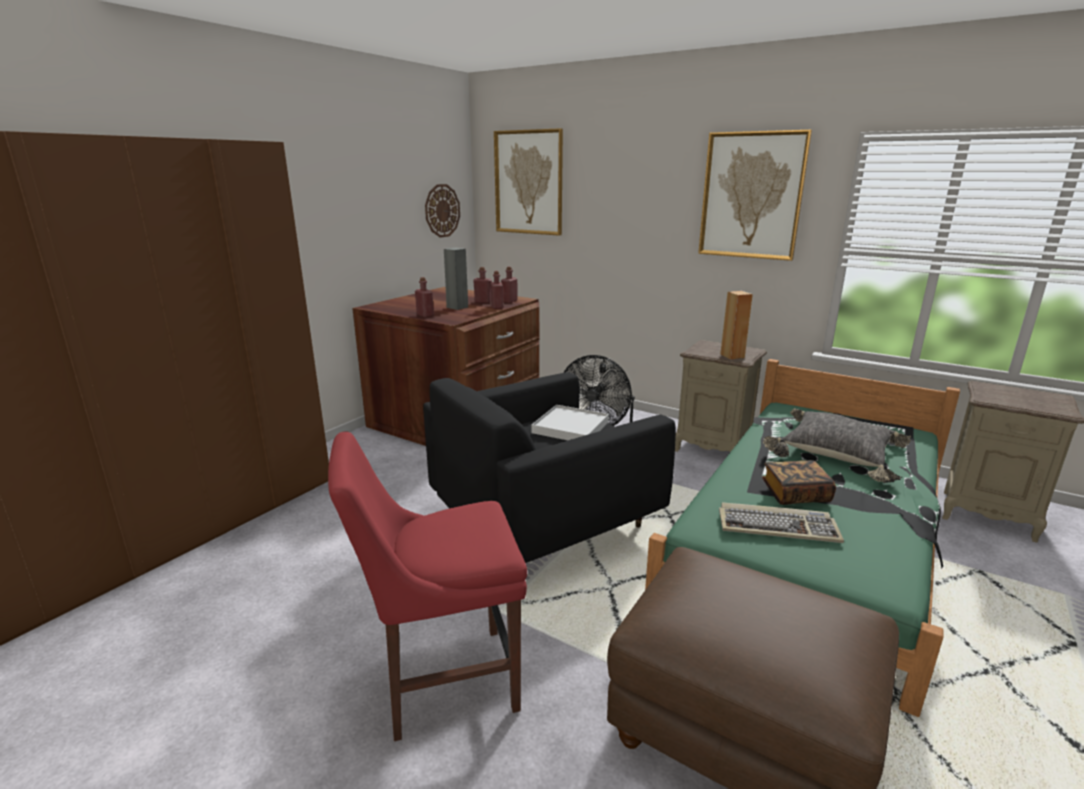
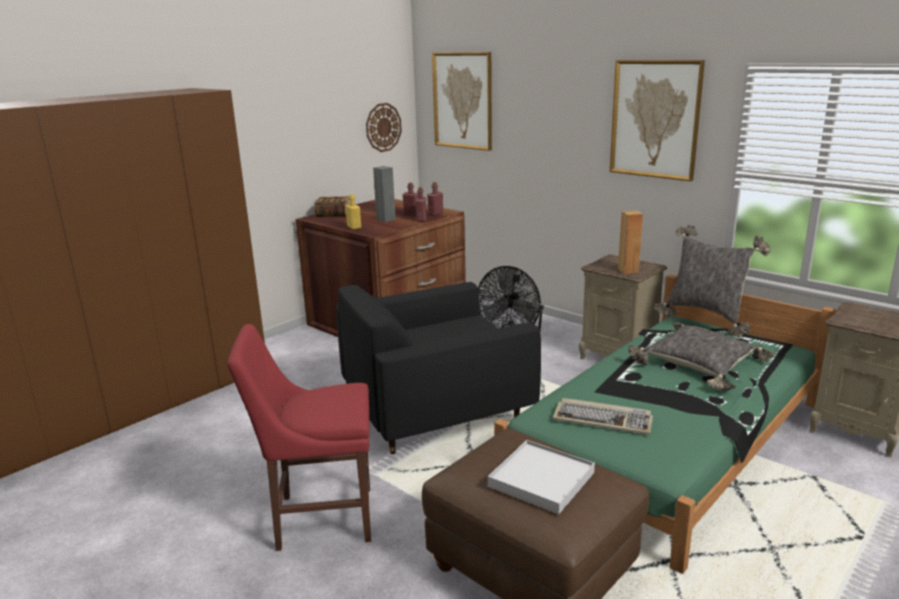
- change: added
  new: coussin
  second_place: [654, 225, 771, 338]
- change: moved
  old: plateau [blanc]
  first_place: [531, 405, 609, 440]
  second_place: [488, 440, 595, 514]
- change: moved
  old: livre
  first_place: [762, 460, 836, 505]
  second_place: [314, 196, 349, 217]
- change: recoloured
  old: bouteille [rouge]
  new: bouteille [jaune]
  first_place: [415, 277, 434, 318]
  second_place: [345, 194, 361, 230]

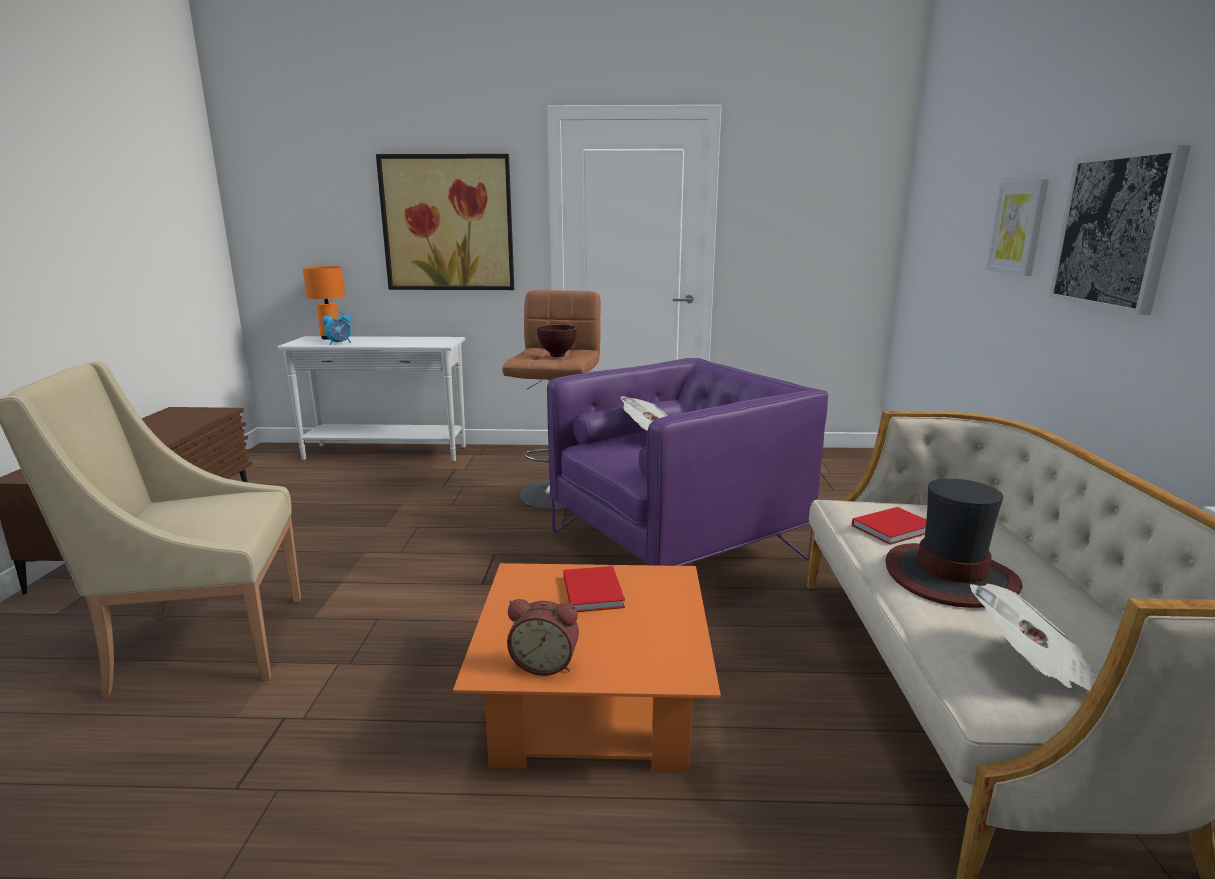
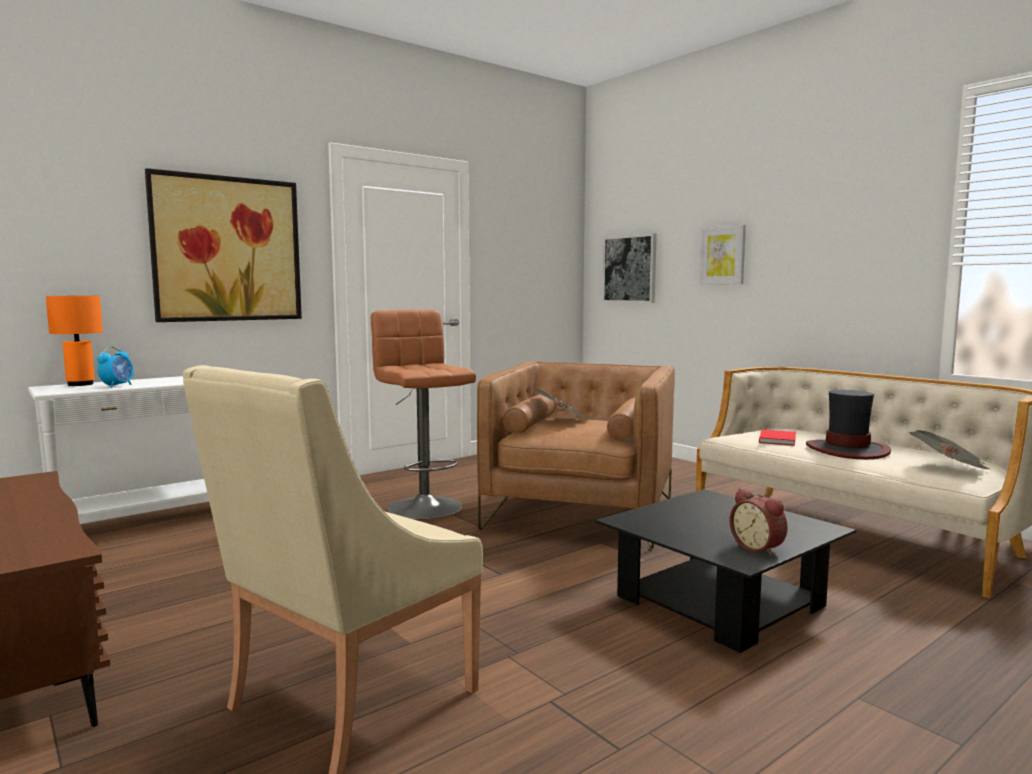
- change: removed
  old: bol [marron]
  first_place: [537, 325, 577, 357]
- change: removed
  old: livre [rouge]
  first_place: [564, 566, 625, 612]
- change: moved
  old: tableau
  first_place: [1049, 145, 1191, 315]
  second_place: [602, 233, 657, 303]
- change: recoloured
  old: table basse [orange]
  new: table basse [noir]
  first_place: [453, 563, 721, 773]
  second_place: [595, 489, 856, 653]
- change: recoloured
  old: fauteuil [violet]
  new: fauteuil [marron]
  first_place: [547, 358, 828, 566]
  second_place: [477, 361, 675, 549]
- change: turned
  old: réveil
  first_place: [507, 599, 579, 676]
  second_place: [729, 488, 788, 556]
  degrees: 90

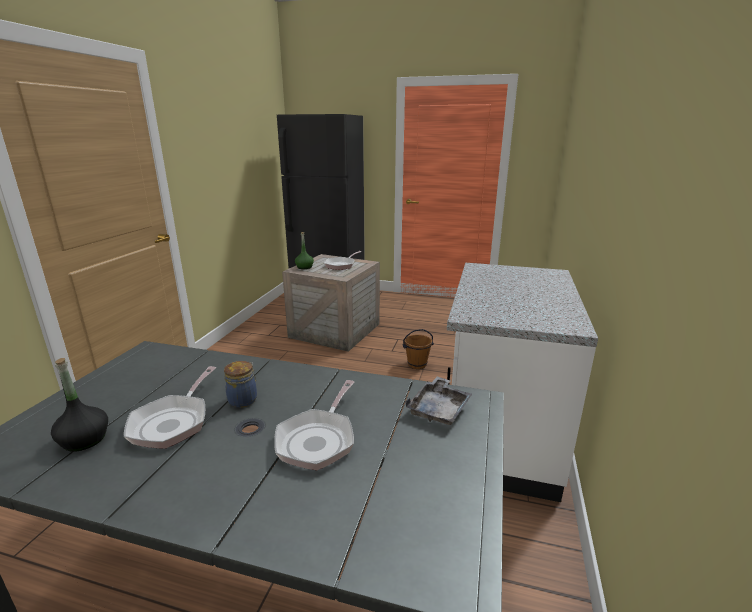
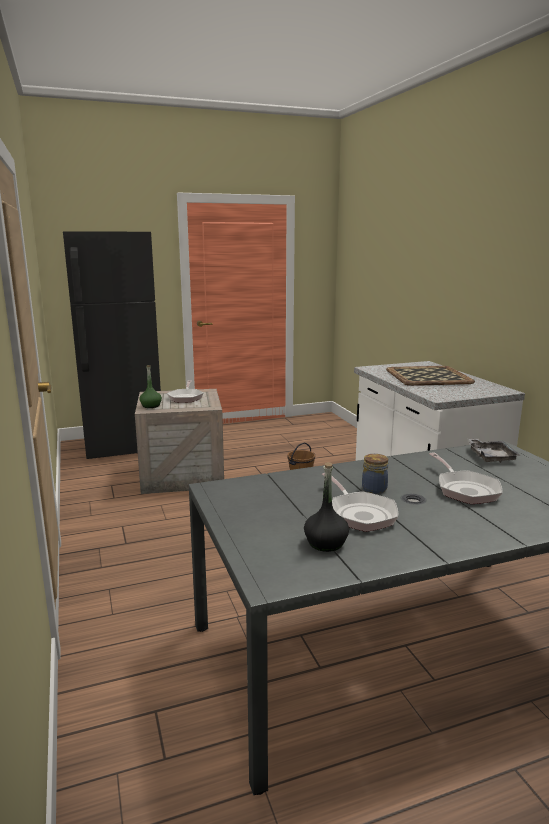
- change: added
  new: plateau
  second_place: [386, 366, 475, 386]

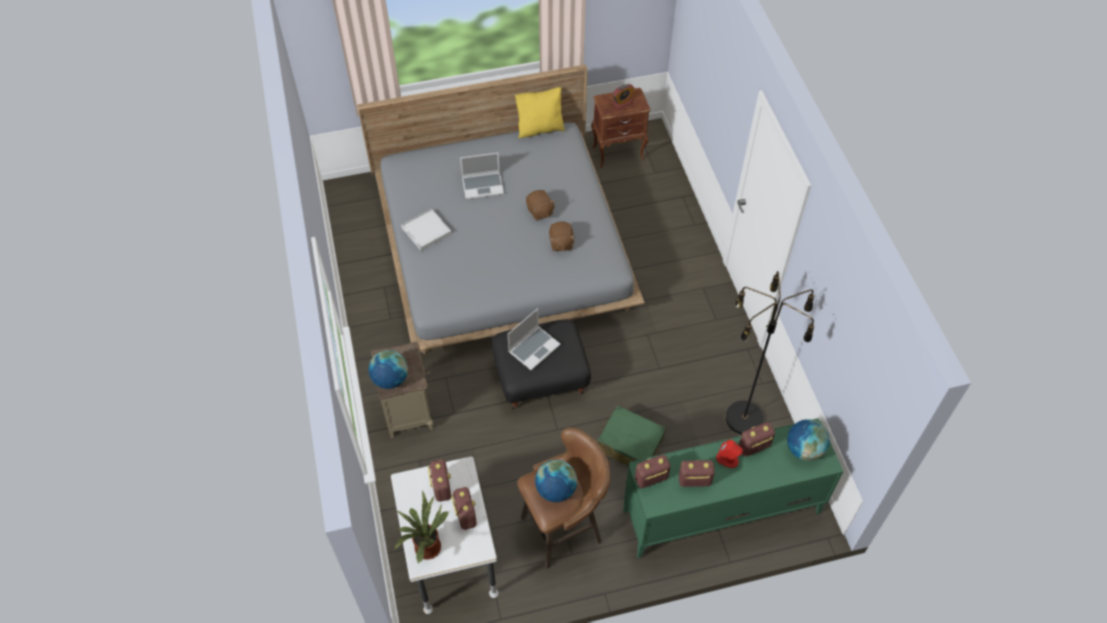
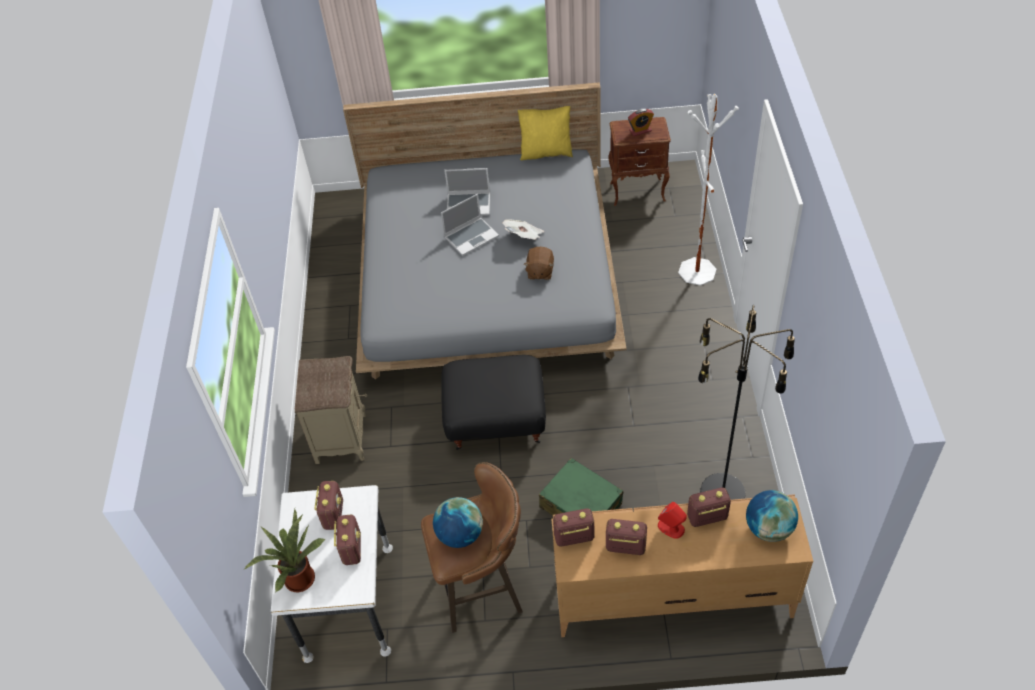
- change: removed
  old: globe
  first_place: [369, 350, 408, 389]
- change: removed
  old: plateau [blanc]
  first_place: [401, 208, 451, 251]
- change: added
  new: portant [blanc]
  second_place: [678, 94, 739, 286]
- change: moved
  old: ordinateur portable
  first_place: [508, 308, 561, 370]
  second_place: [441, 194, 499, 256]
- change: replaced
  old: peluche [marron]
  new: journal
  first_place: [526, 190, 555, 221]
  second_place: [503, 219, 544, 240]
- change: recoloured
  old: commode [vert]
  new: commode [marron]
  first_place: [623, 418, 844, 559]
  second_place: [551, 494, 813, 637]

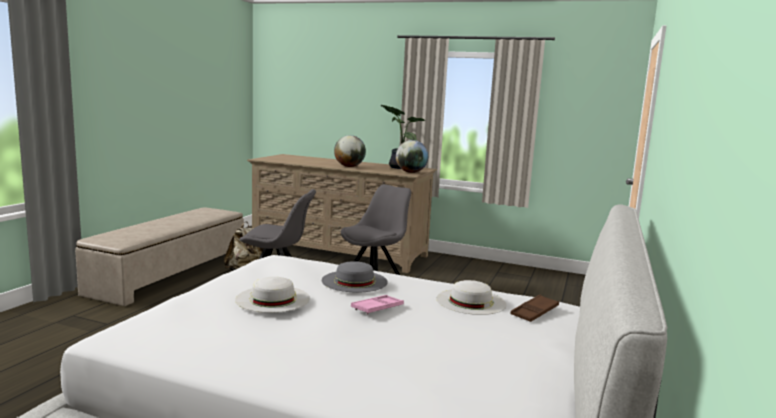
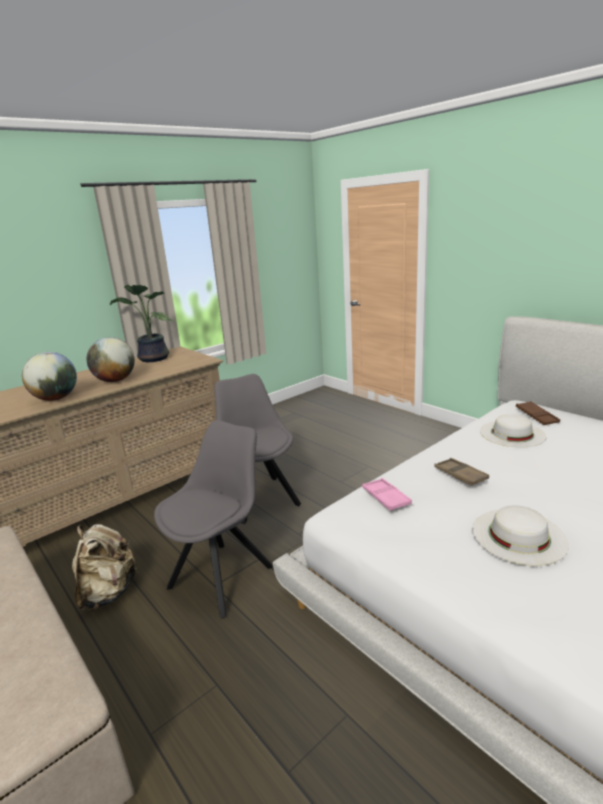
- change: moved
  old: plateau [rose]
  first_place: [351, 295, 404, 314]
  second_place: [362, 478, 412, 511]
- change: moved
  old: globe
  first_place: [396, 140, 428, 173]
  second_place: [22, 352, 77, 401]
- change: replaced
  old: chapeau [gris]
  new: plateau [marron]
  first_place: [322, 261, 388, 293]
  second_place: [434, 458, 489, 486]

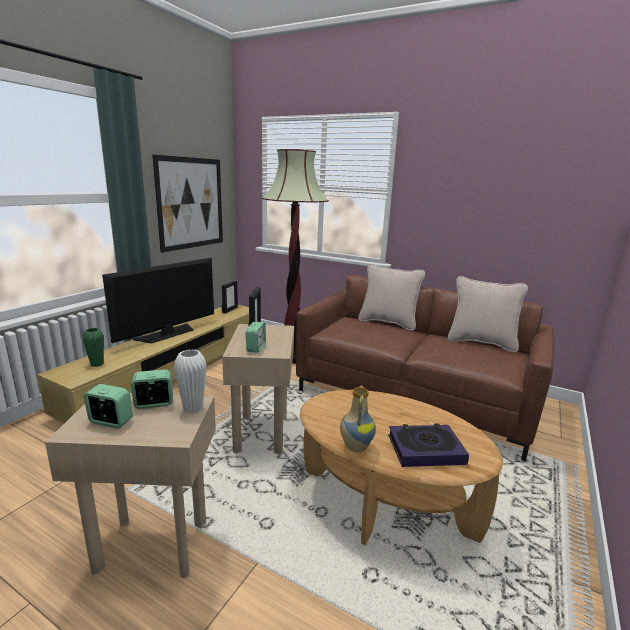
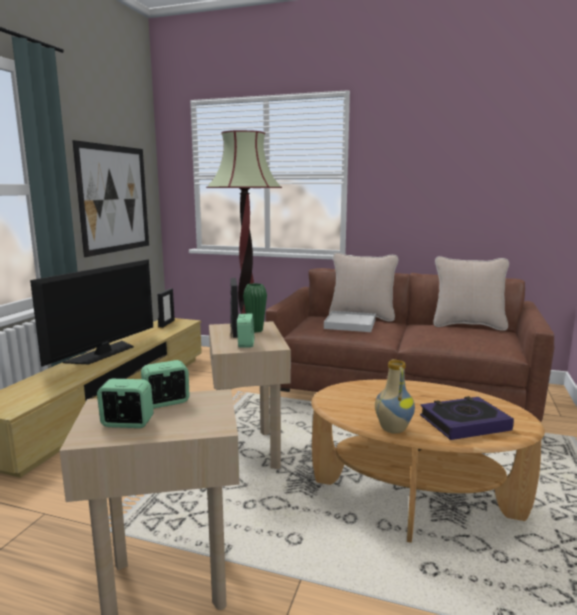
- change: removed
  old: vase [blanc]
  first_place: [174, 349, 207, 413]
- change: added
  new: plateau [blanc]
  second_place: [324, 311, 376, 332]
- change: moved
  old: vase [vert]
  first_place: [83, 328, 104, 367]
  second_place: [243, 283, 267, 333]

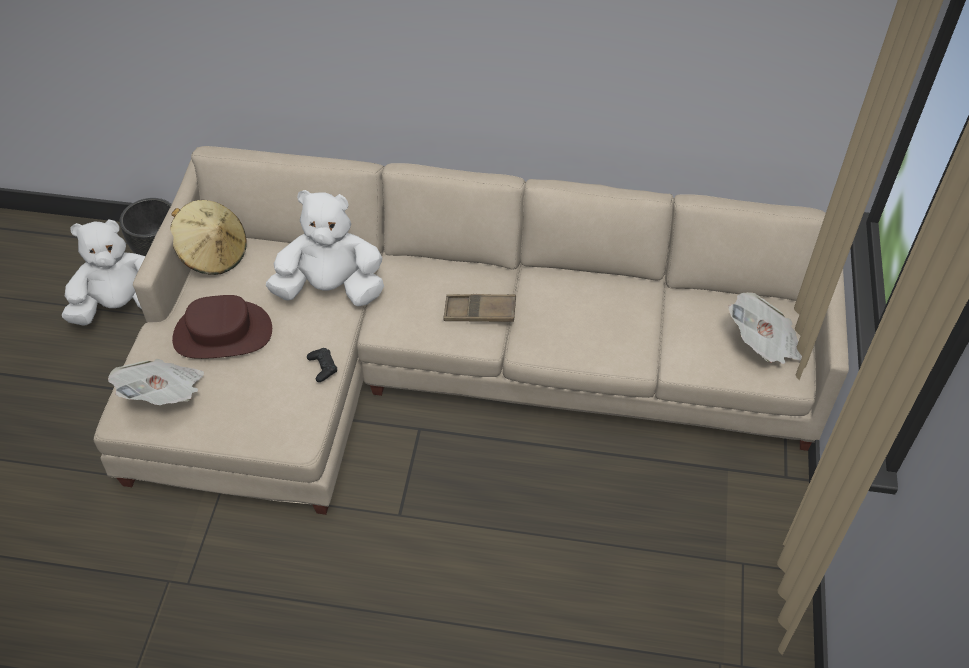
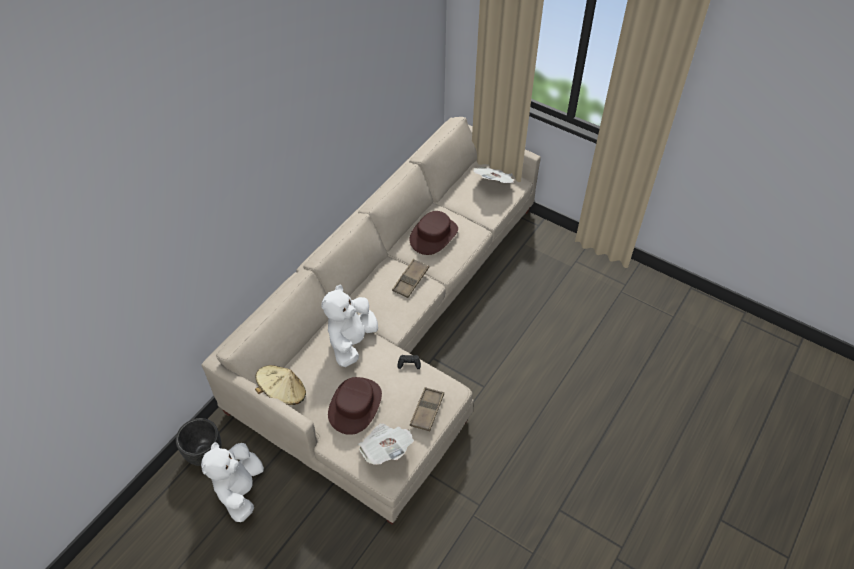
- change: added
  new: chapeau [marron]
  second_place: [410, 211, 458, 255]
- change: added
  new: plateau [marron]
  second_place: [410, 387, 444, 431]

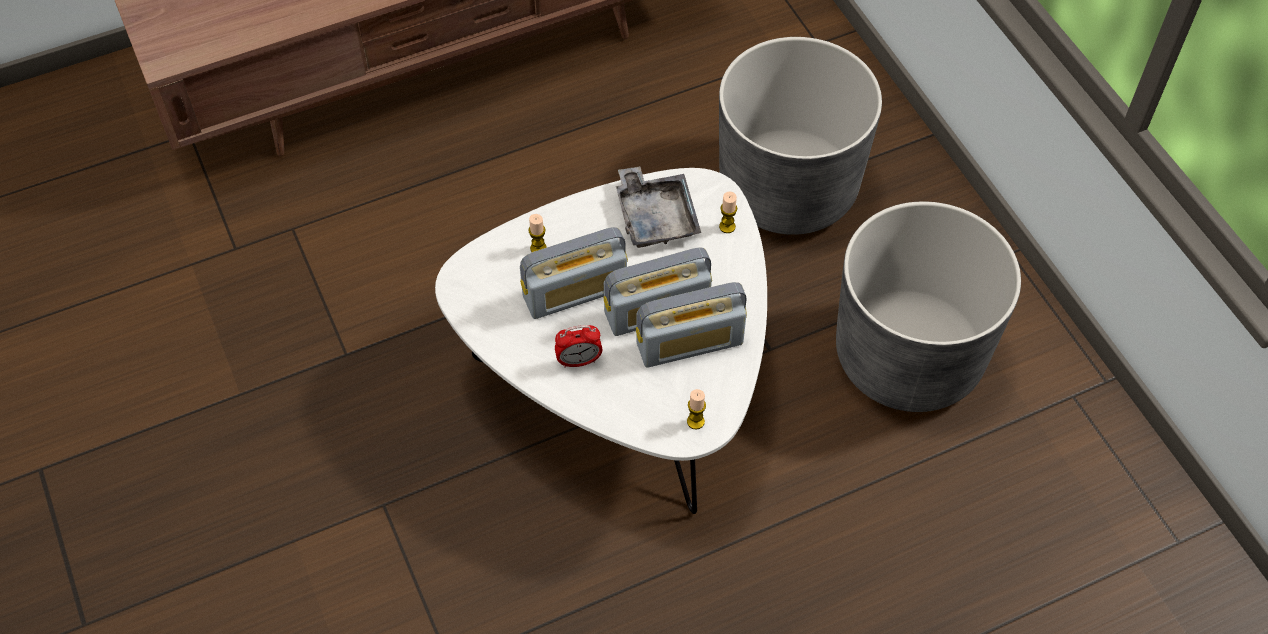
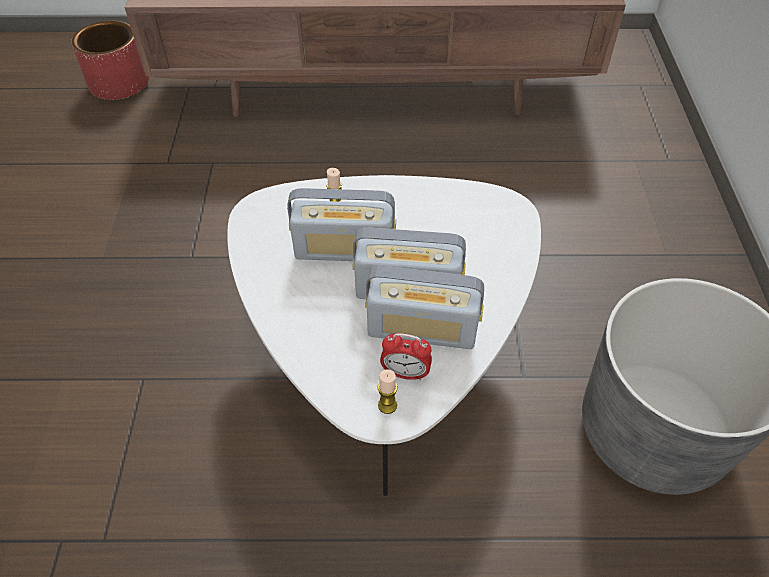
- change: removed
  old: plateau [gris]
  first_place: [616, 166, 701, 248]
- change: removed
  old: cache-pot [gris]
  first_place: [719, 37, 882, 235]
- change: removed
  old: bougie
  first_place: [719, 191, 737, 233]
- change: added
  new: cache-pot [rouge]
  second_place: [71, 20, 149, 100]
- change: moved
  old: réveil
  first_place: [555, 325, 602, 368]
  second_place: [380, 333, 432, 381]

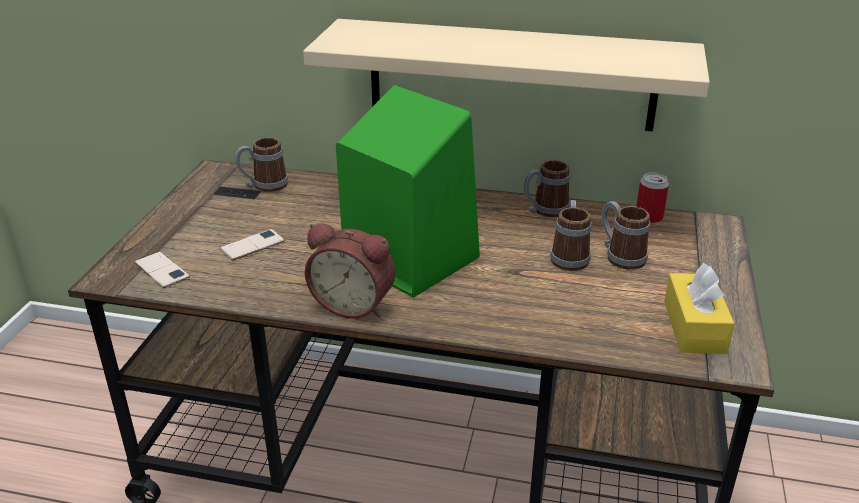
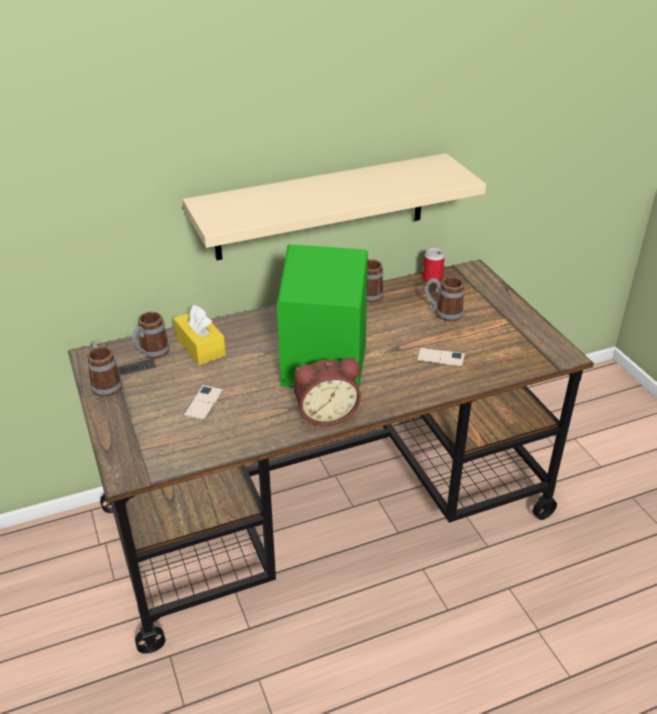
- change: moved
  old: téléphone
  first_place: [135, 251, 190, 288]
  second_place: [417, 347, 465, 367]
- change: moved
  old: mug
  first_place: [550, 200, 592, 271]
  second_place: [87, 341, 123, 397]
- change: moved
  old: boîte à mouchoirs [jaune]
  first_place: [664, 263, 735, 354]
  second_place: [173, 305, 226, 365]

